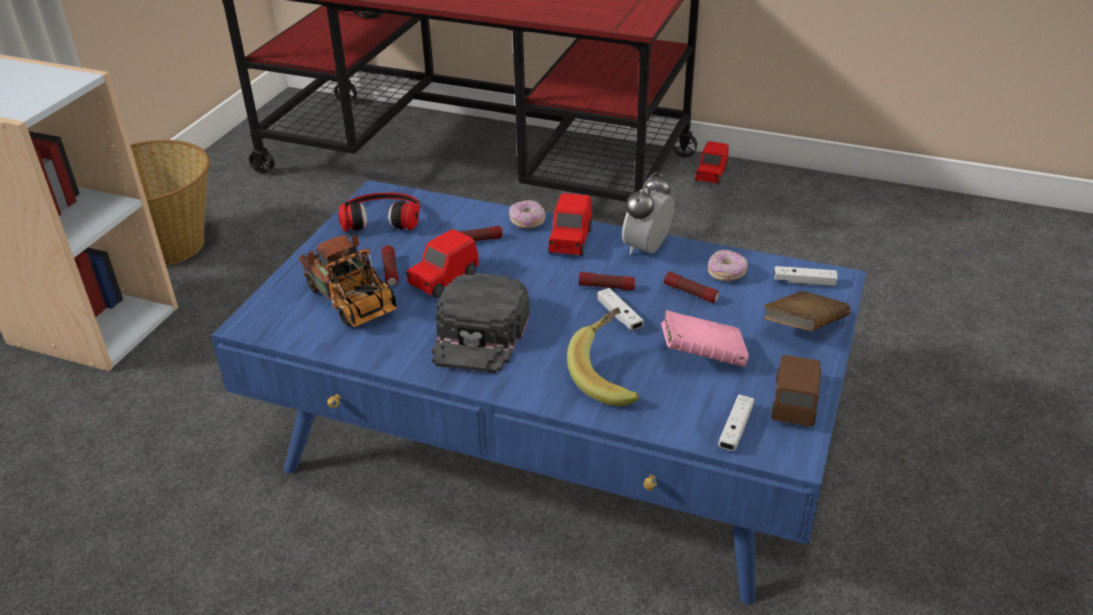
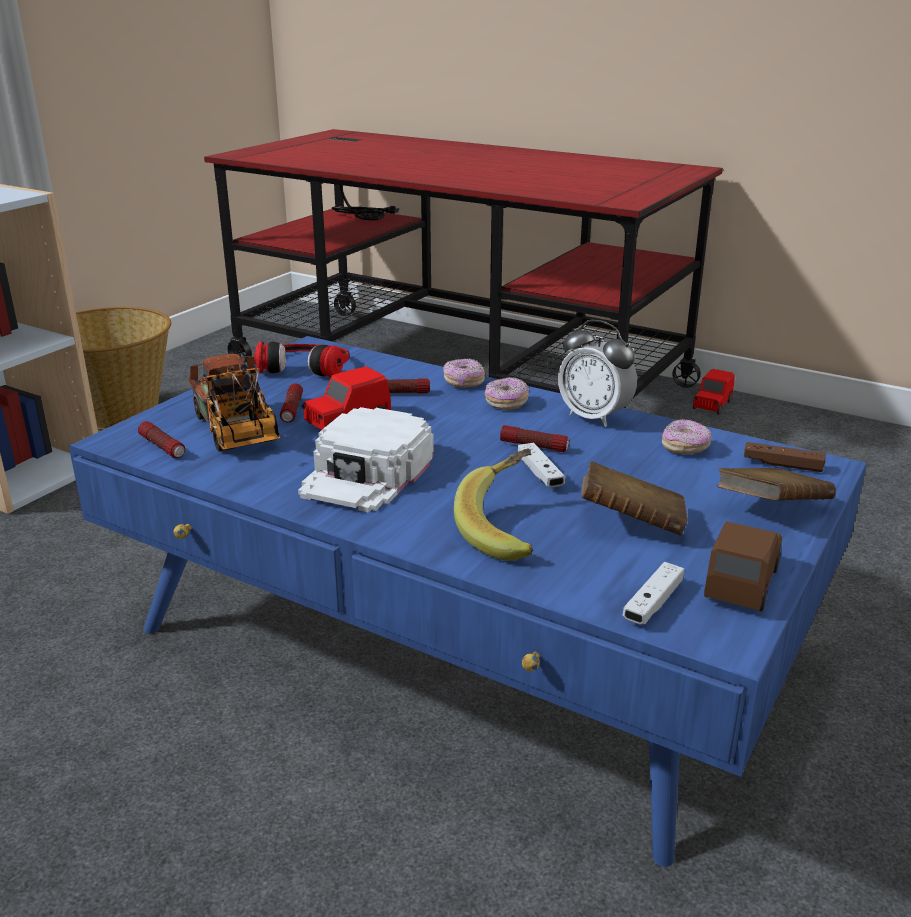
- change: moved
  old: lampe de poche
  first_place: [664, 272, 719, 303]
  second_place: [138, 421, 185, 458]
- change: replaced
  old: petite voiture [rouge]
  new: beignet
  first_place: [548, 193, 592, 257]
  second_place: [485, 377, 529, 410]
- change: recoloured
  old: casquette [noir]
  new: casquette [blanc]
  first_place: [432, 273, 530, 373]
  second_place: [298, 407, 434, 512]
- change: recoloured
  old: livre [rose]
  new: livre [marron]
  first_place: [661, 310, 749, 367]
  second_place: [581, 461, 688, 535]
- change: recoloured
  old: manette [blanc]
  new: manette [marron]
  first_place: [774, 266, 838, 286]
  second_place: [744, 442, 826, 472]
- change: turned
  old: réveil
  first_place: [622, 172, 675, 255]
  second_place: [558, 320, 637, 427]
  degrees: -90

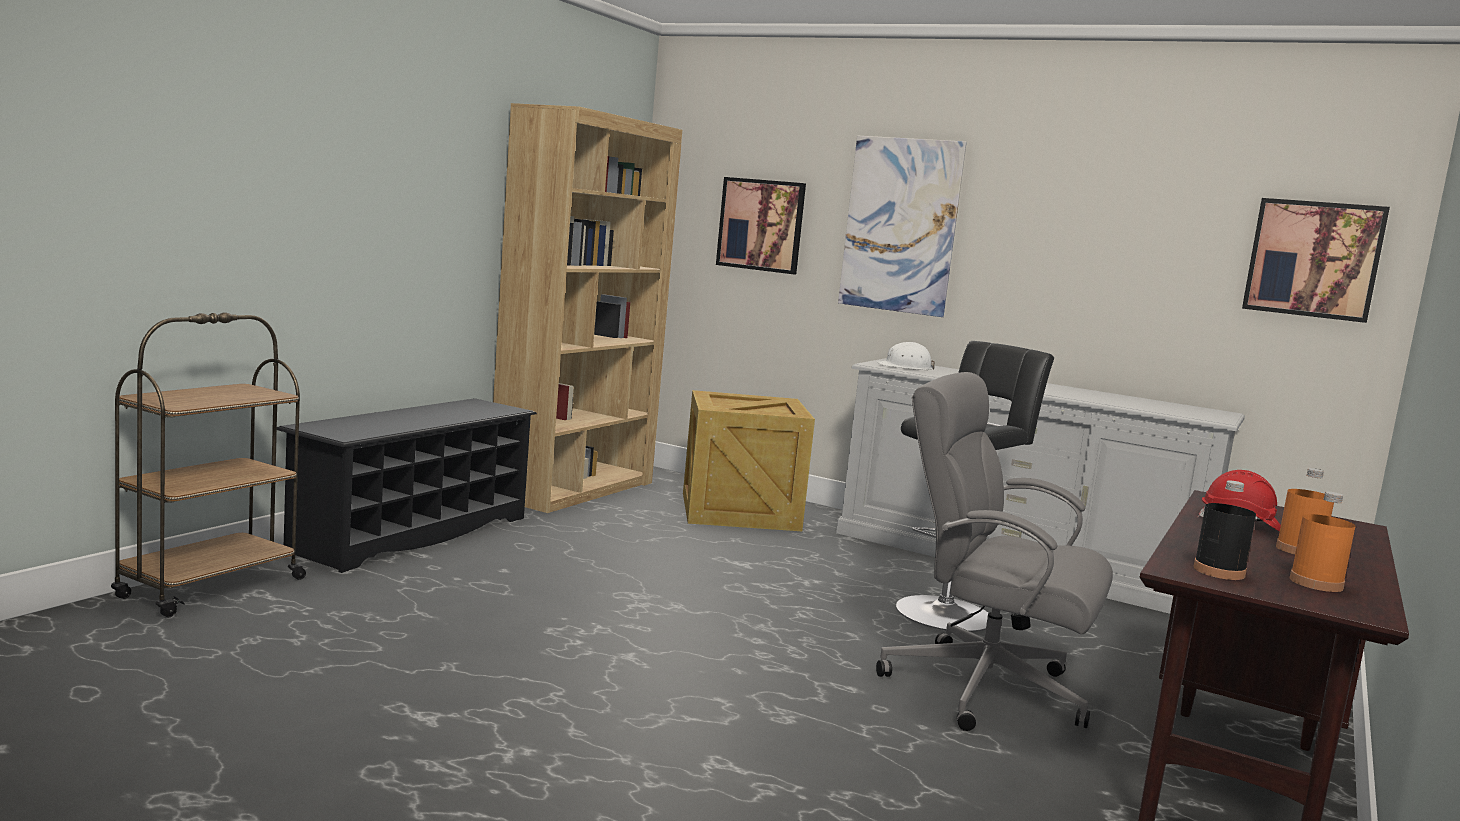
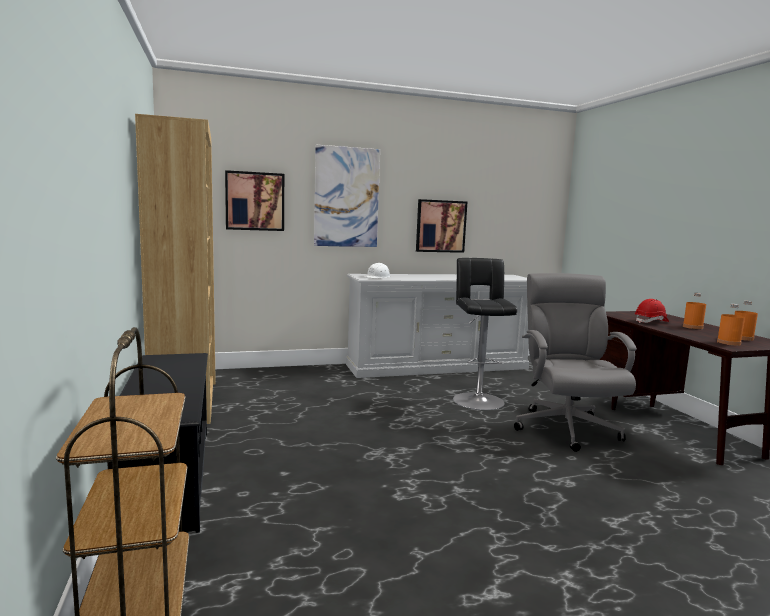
- change: removed
  old: caisse
  first_place: [683, 390, 815, 531]
- change: moved
  old: tableau
  first_place: [1242, 198, 1390, 323]
  second_place: [416, 199, 467, 253]
- change: recoloured
  old: bouteille [noir]
  new: bouteille [orange]
  first_place: [1193, 480, 1256, 580]
  second_place: [717, 304, 745, 346]
- change: turned
  old: chaise de bureau [gris]
  first_place: [876, 372, 1113, 731]
  second_place: [514, 273, 637, 452]
  degrees: 105

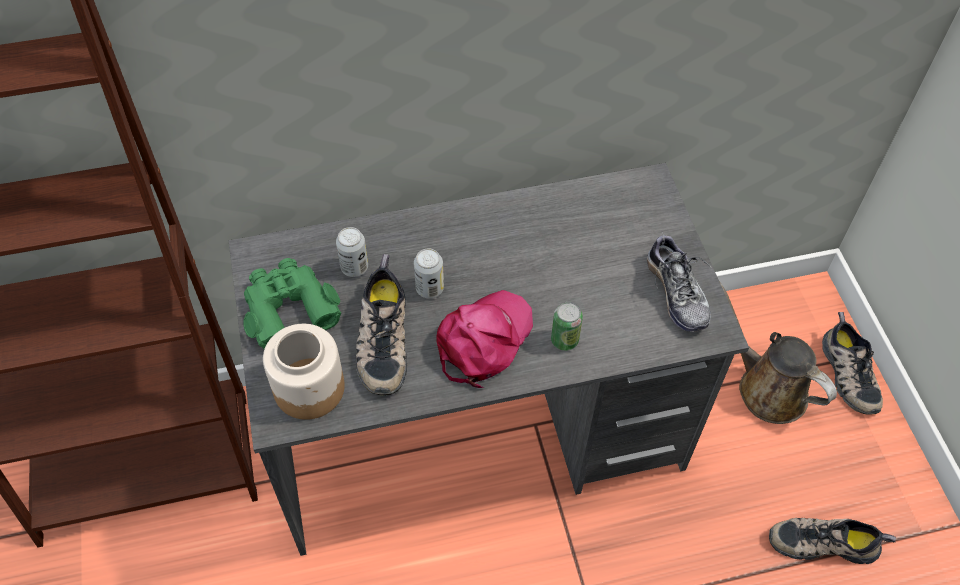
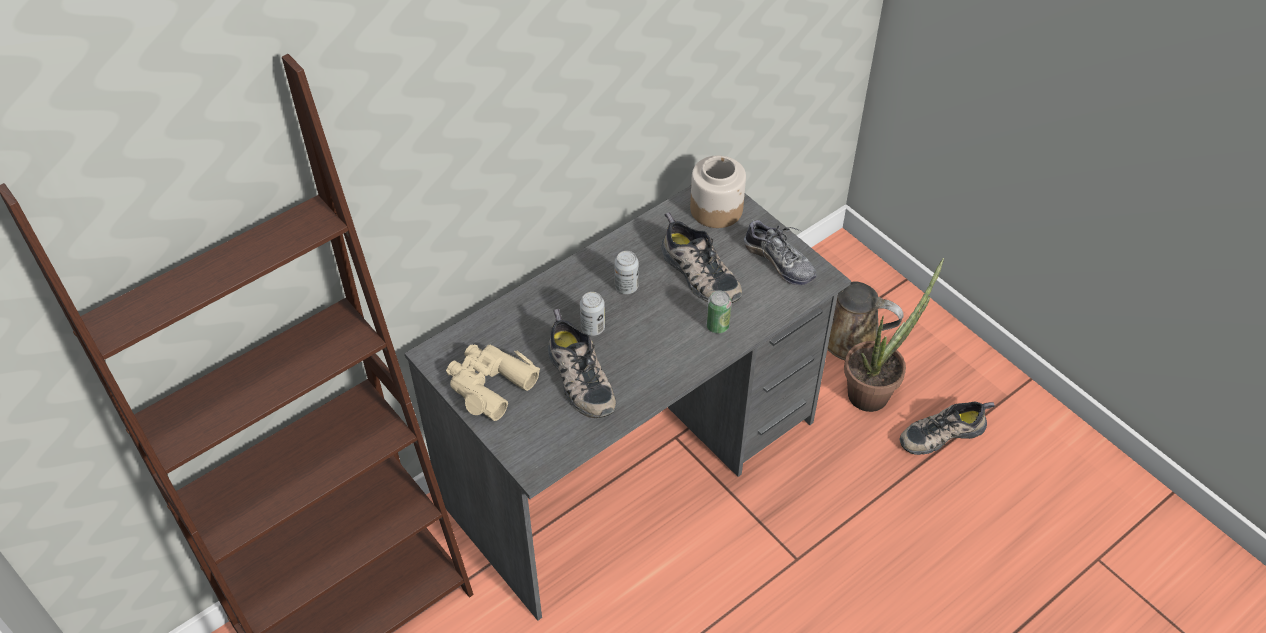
- change: removed
  old: casquette [rose]
  first_place: [437, 290, 533, 388]
- change: added
  new: plante en pot
  second_place: [844, 258, 944, 412]
- change: moved
  old: bocal
  first_place: [263, 324, 345, 420]
  second_place: [690, 155, 746, 228]
- change: moved
  old: boîte métallique
  first_place: [336, 227, 368, 277]
  second_place: [614, 251, 639, 294]
- change: moved
  old: chaussure
  first_place: [822, 312, 883, 415]
  second_place: [661, 212, 742, 303]
- change: recoloured
  old: jumelles [vert]
  new: jumelles [beige]
  first_place: [244, 258, 341, 349]
  second_place: [446, 345, 540, 421]

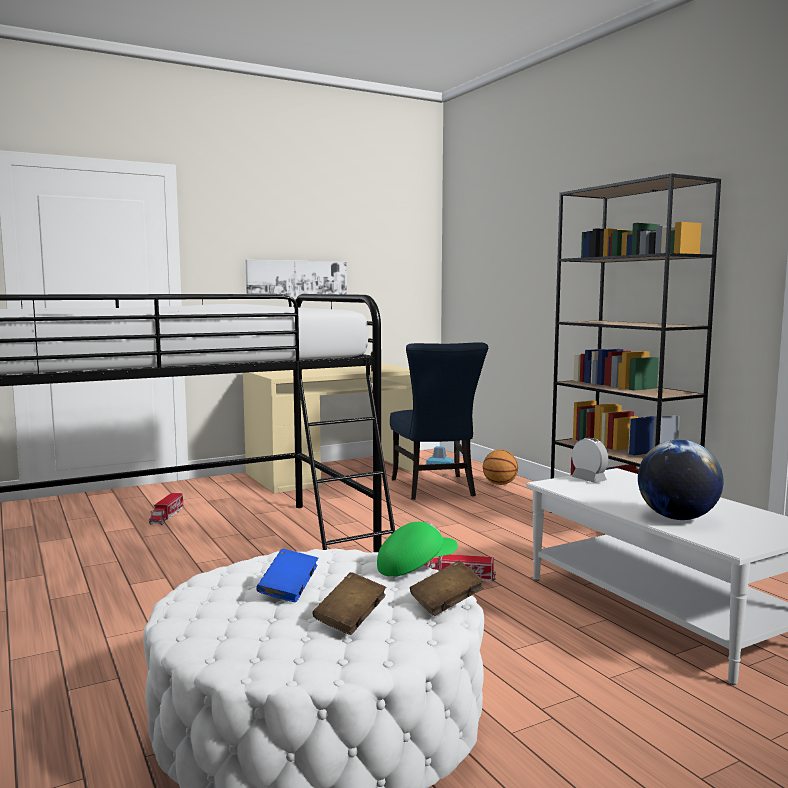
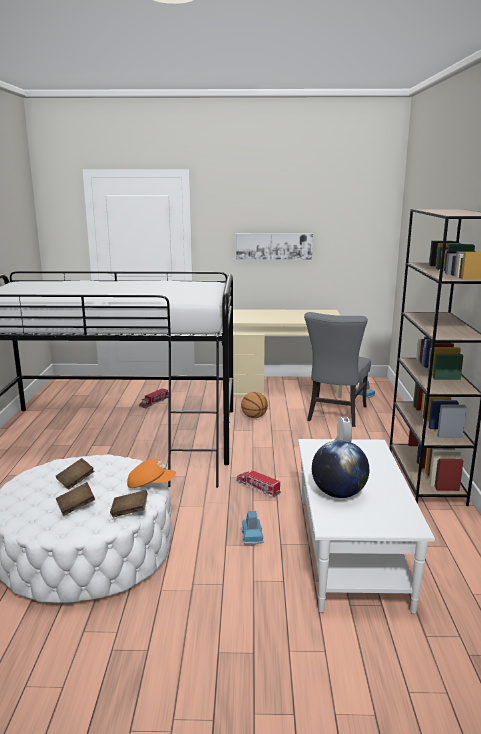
- change: added
  new: petite voiture [bleu]
  second_place: [242, 511, 264, 545]
- change: moved
  old: ballon de basket
  first_place: [483, 449, 518, 485]
  second_place: [241, 392, 268, 418]
- change: recoloured
  old: livre [bleu]
  new: livre [marron]
  first_place: [256, 549, 318, 602]
  second_place: [56, 458, 94, 489]
- change: recoloured
  old: casquette [vert]
  new: casquette [orange]
  first_place: [377, 521, 458, 577]
  second_place: [127, 459, 176, 488]
- change: recoloured
  old: chaise [bleu]
  new: chaise [gris]
  first_place: [390, 342, 488, 500]
  second_place: [304, 312, 371, 427]

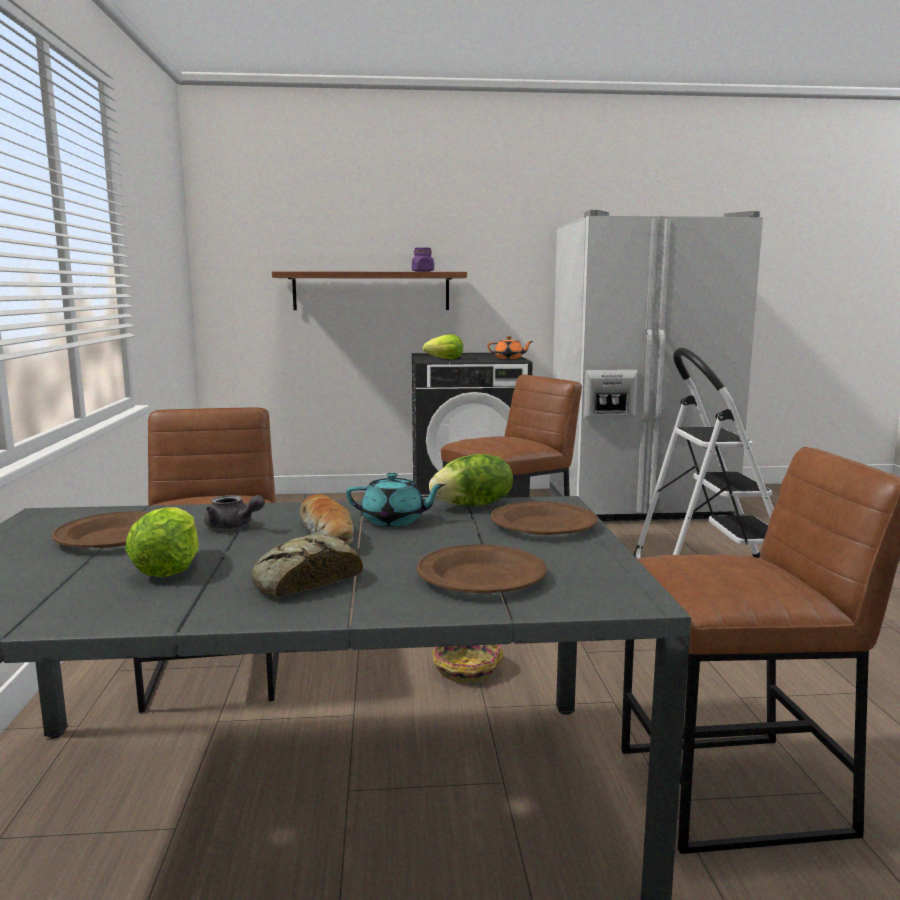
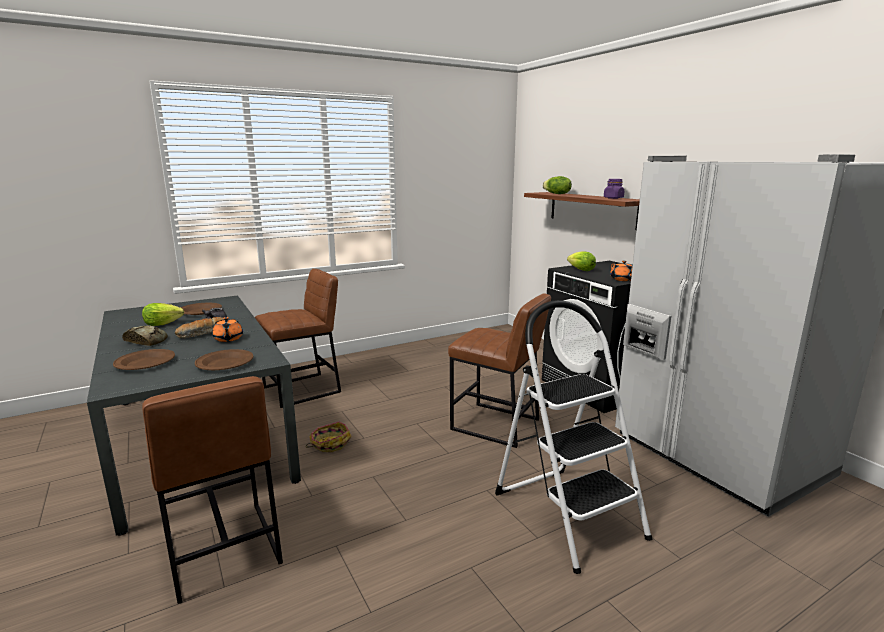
- change: moved
  old: laitue
  first_place: [429, 454, 513, 506]
  second_place: [543, 176, 572, 194]
- change: recoloured
  old: théière [turquoise]
  new: théière [orange]
  first_place: [346, 473, 446, 526]
  second_place: [212, 317, 243, 342]

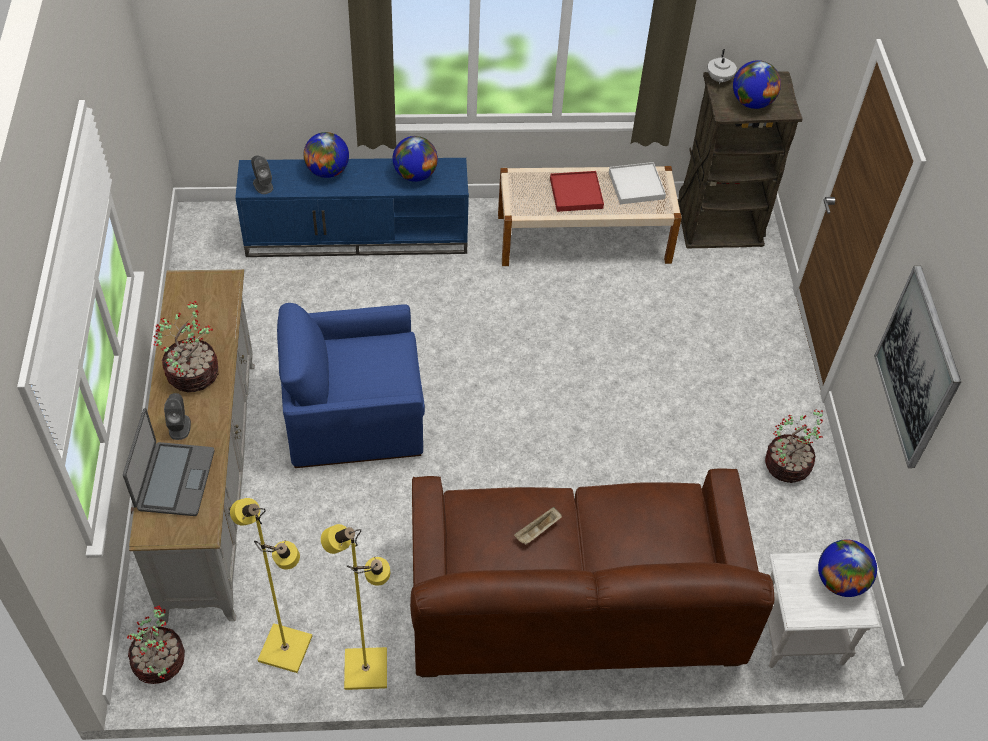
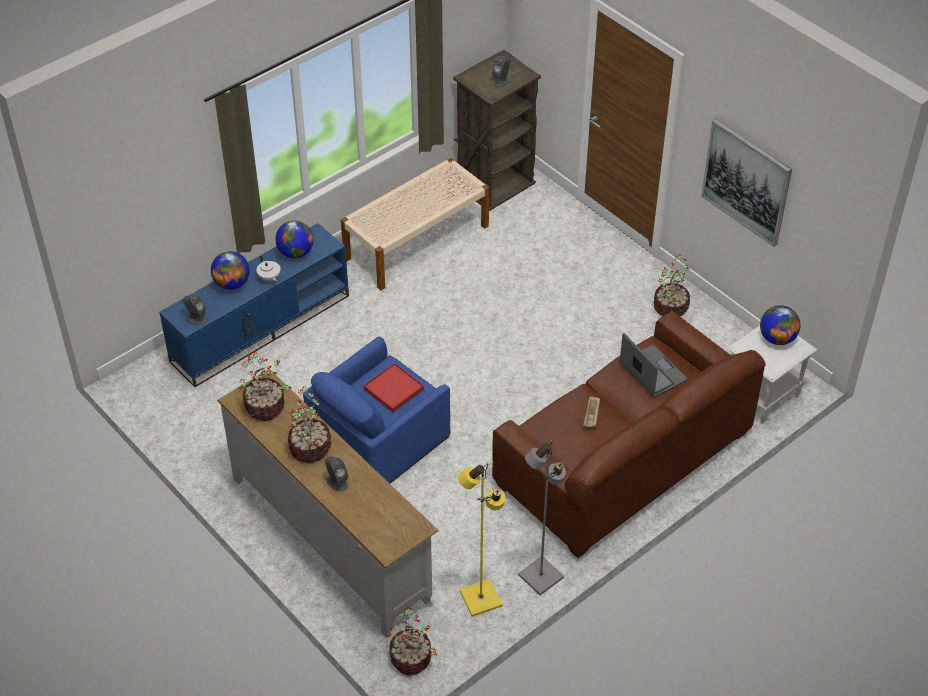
- change: removed
  old: plateau [blanc]
  first_place: [609, 162, 666, 204]
- change: added
  new: plante en pot
  second_place: [240, 352, 292, 421]
- change: moved
  old: ordinateur portable
  first_place: [123, 408, 215, 516]
  second_place: [620, 333, 687, 397]
- change: moved
  old: plateau [rouge]
  first_place: [550, 171, 604, 212]
  second_place: [363, 363, 424, 412]
- change: moved
  old: théière [blanc]
  first_place: [708, 49, 737, 84]
  second_place: [256, 255, 281, 282]
- change: replaced
  old: globe
  new: enceinte [gris]
  first_place: [733, 60, 781, 109]
  second_place: [492, 56, 511, 87]
- change: recoloured
  old: lampadaire [jaune]
  new: lampadaire [gris]
  first_place: [321, 524, 390, 690]
  second_place: [518, 440, 566, 595]

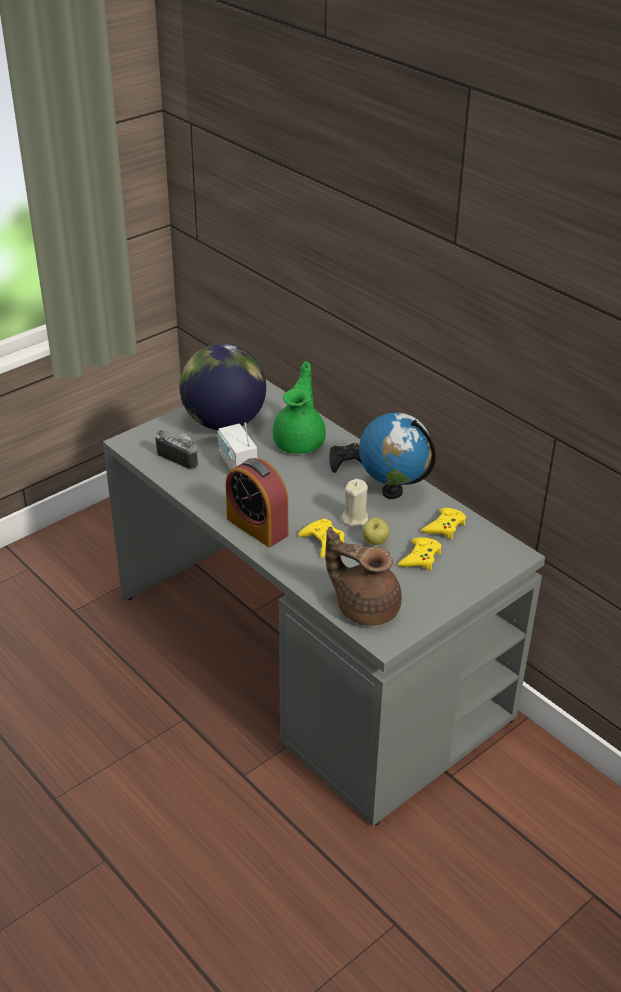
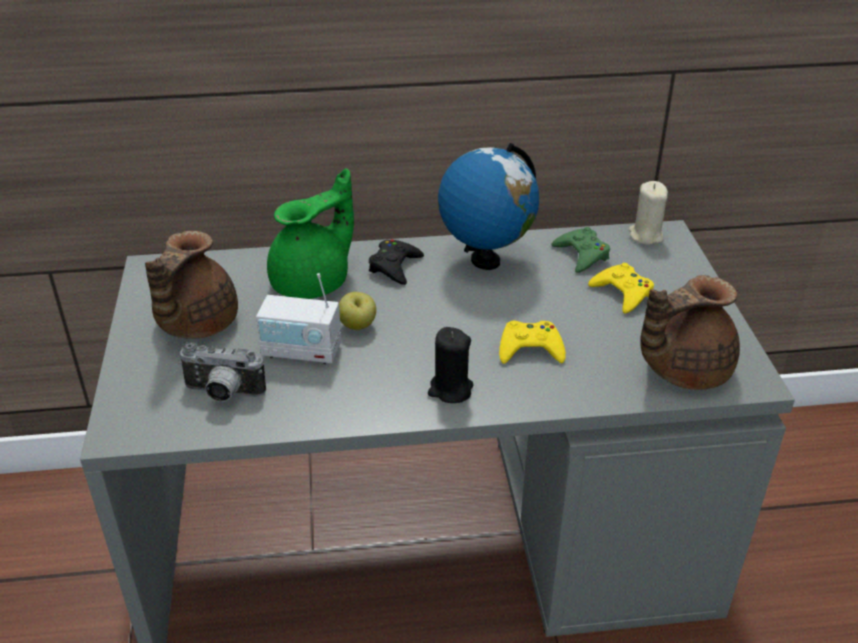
- change: moved
  old: bougie [beige]
  first_place: [341, 479, 368, 527]
  second_place: [629, 181, 668, 245]
- change: moved
  old: pomme
  first_place: [362, 518, 390, 545]
  second_place: [339, 292, 376, 330]
- change: replaced
  old: globe
  new: théière [marron]
  first_place: [179, 344, 266, 430]
  second_place: [145, 231, 238, 339]
- change: replaced
  old: réveil
  new: bougie [noir]
  first_place: [226, 458, 288, 547]
  second_place: [428, 327, 473, 403]
- change: recoloured
  old: manette [jaune]
  new: manette [vert]
  first_place: [421, 508, 466, 539]
  second_place: [552, 227, 610, 273]
- change: turned
  old: appareil photo
  first_place: [155, 430, 199, 470]
  second_place: [178, 342, 266, 402]
  degrees: -150
- change: turned
  old: théière [vert]
  first_place: [273, 361, 326, 454]
  second_place: [267, 168, 354, 299]
  degrees: 90

